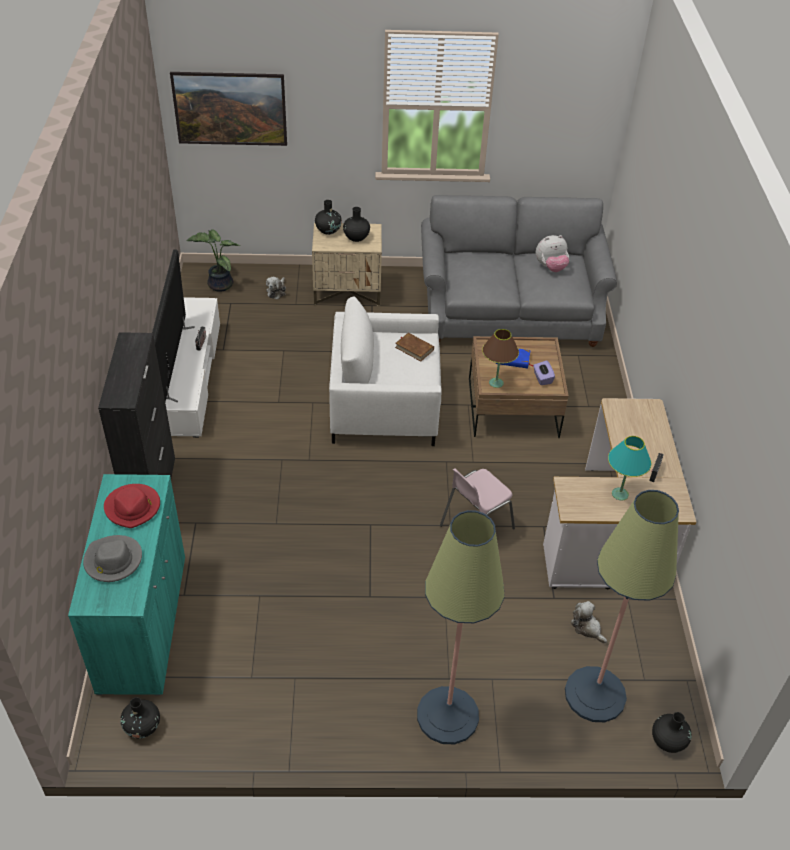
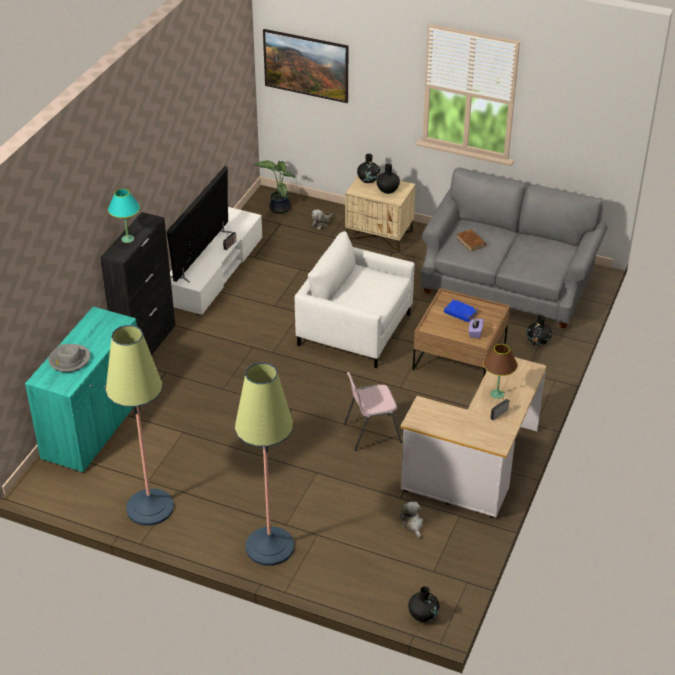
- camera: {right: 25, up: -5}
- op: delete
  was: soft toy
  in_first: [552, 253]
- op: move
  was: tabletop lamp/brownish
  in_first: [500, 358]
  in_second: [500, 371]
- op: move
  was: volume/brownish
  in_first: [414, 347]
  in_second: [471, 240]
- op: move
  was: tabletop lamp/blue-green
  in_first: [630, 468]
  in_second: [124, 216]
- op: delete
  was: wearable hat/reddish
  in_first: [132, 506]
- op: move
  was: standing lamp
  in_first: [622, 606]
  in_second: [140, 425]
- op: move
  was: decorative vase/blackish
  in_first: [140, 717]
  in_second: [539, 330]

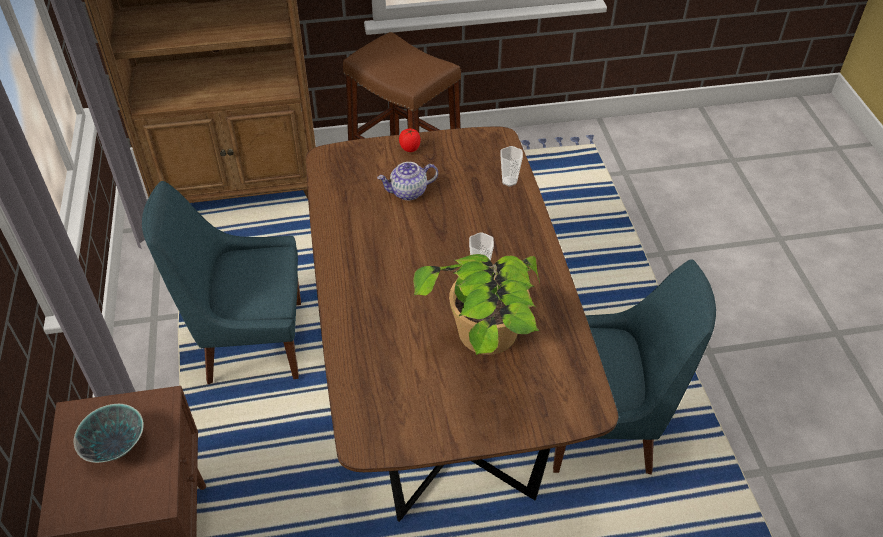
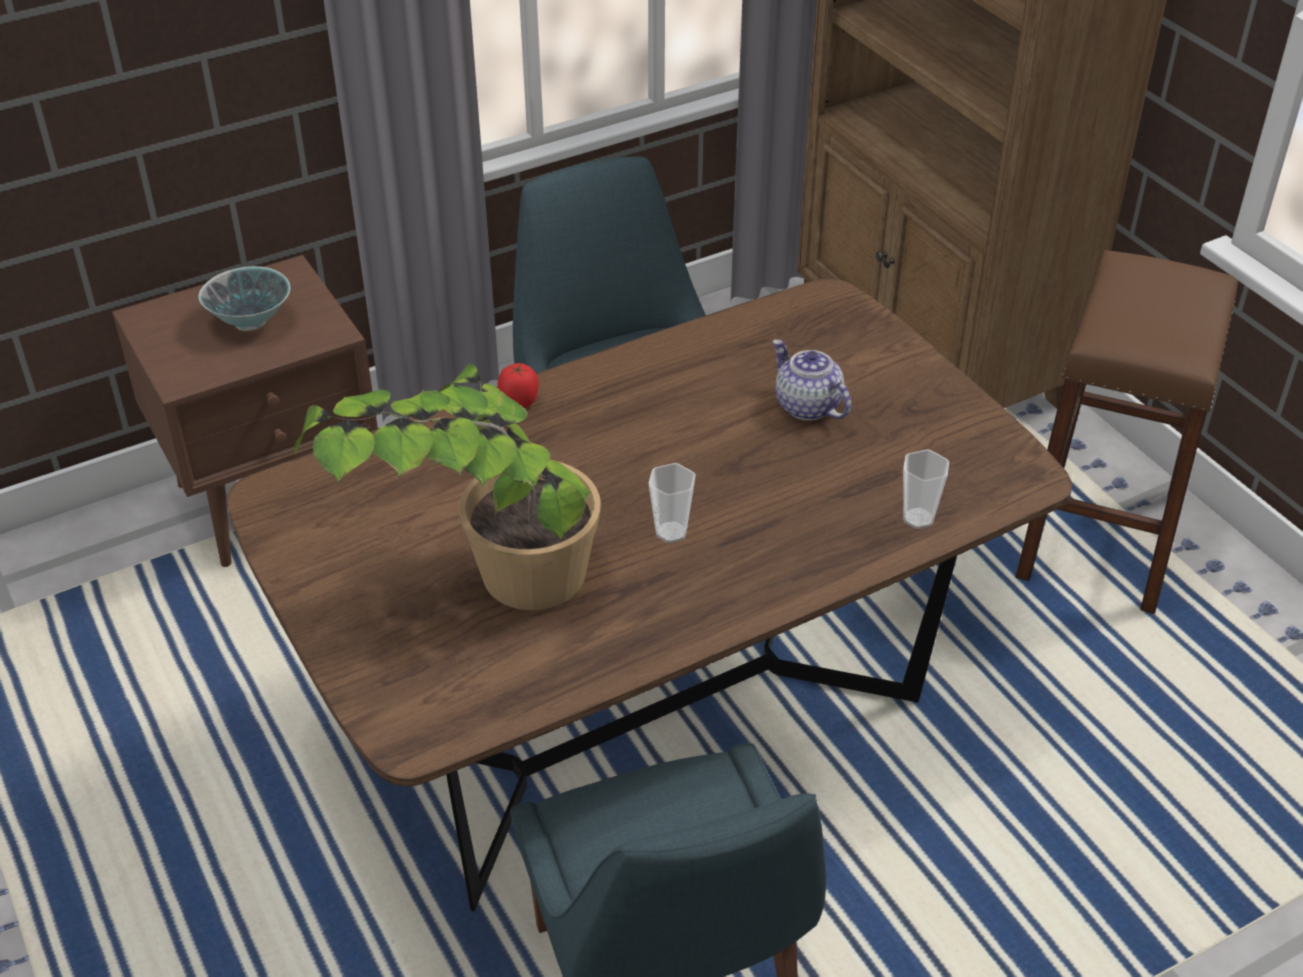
- camera: {right: 70, up: -5}
- op: move
  was: tomato
  in_first: [410, 140]
  in_second: [518, 385]

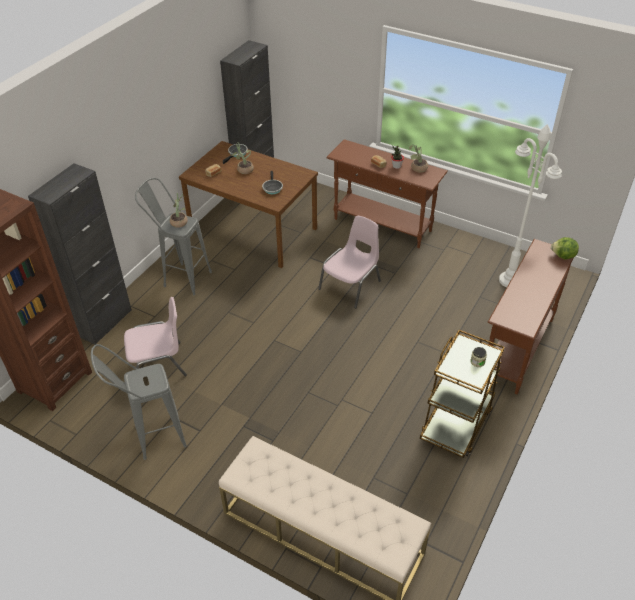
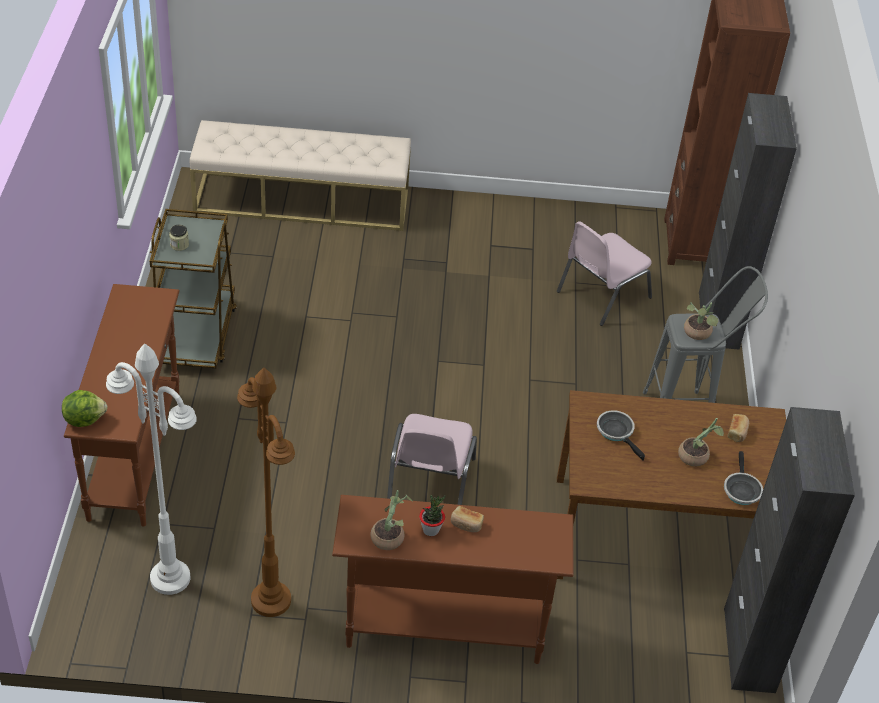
- camera: {right: 150, up: 0}
- op: delete
  was: stool seat/grey
  in_first: [139, 402]
- op: insert
  now: standing lamp/brownish
  in_second: [266, 492]

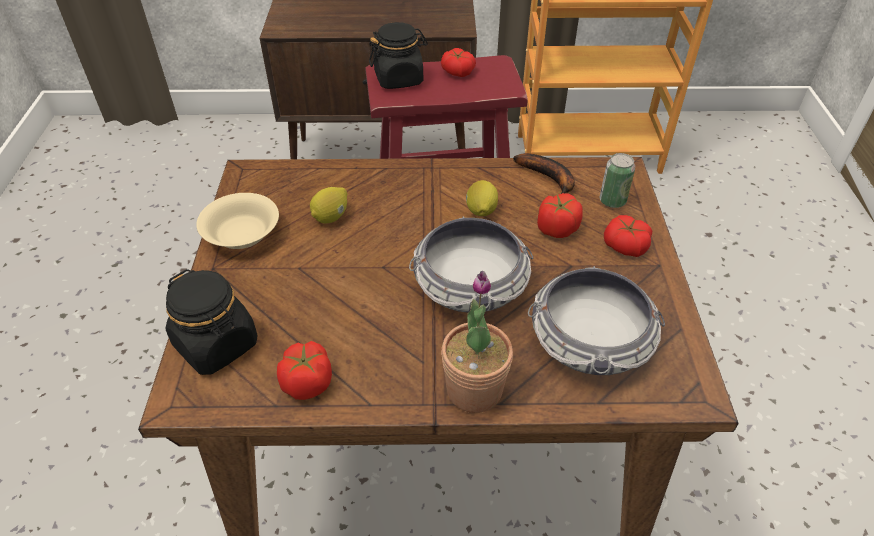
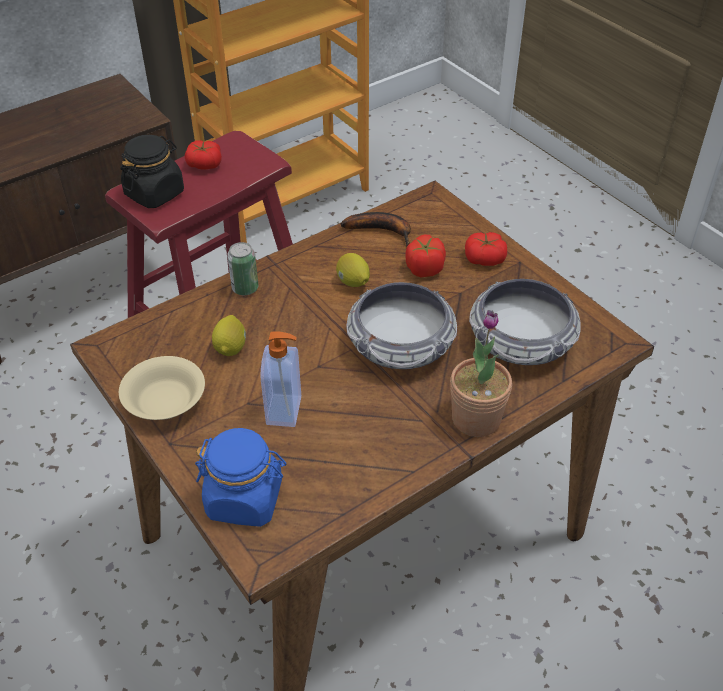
- camera: {right: -35, up: 0}
- op: move
  was: can
  in_first: [617, 180]
  in_second: [243, 268]
- op: recolor
  was: jar/blackish
  now: jar/blue
  in_first: [211, 322]
  in_second: [241, 477]
- op: delete
  was: tomato
  in_first: [304, 370]
- op: insert
  now: soap dispenser
  in_second: [281, 379]

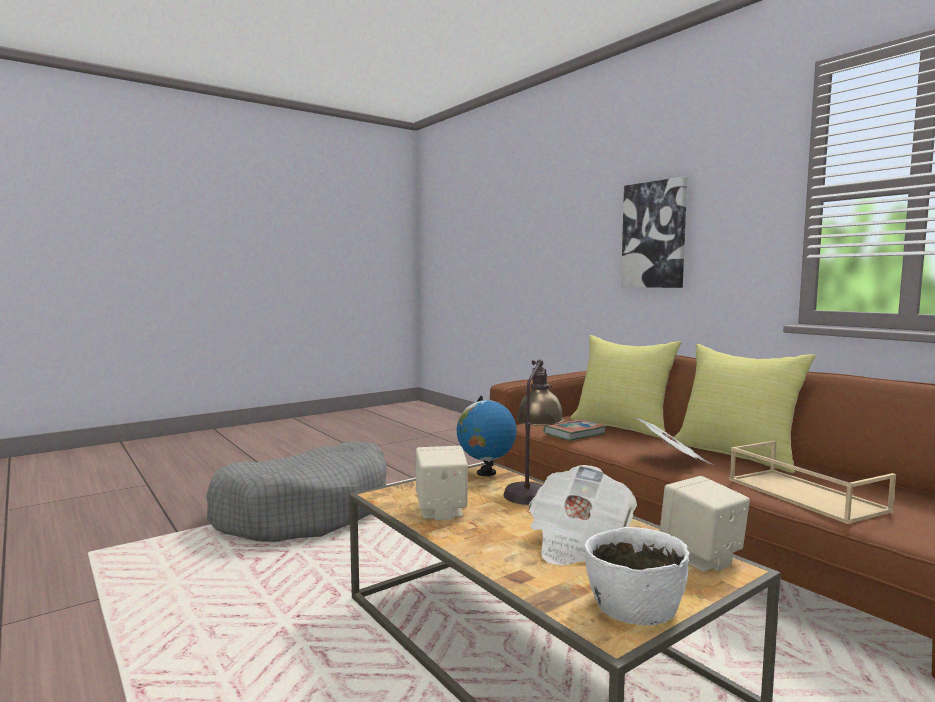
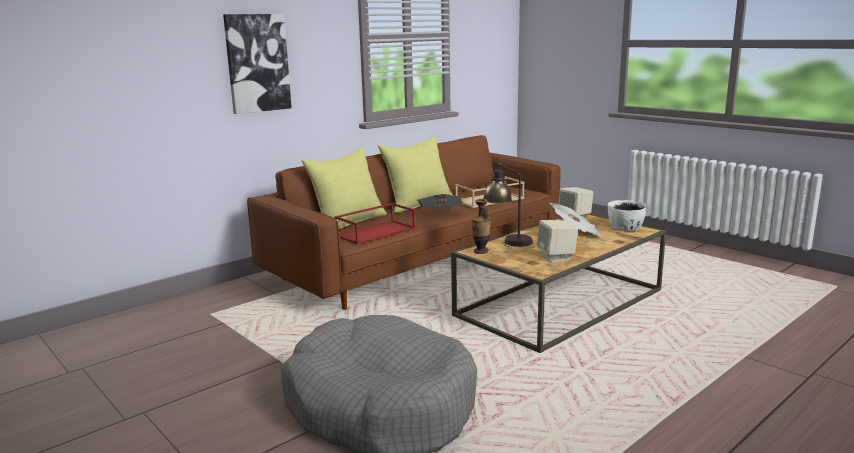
- camera: {right: -95, up: 10}
- op: replace
  was: globe
  now: decorative vase
  in_first: [487, 436]
  in_second: [481, 226]
- op: replace
  was: volume
  now: tray/reddish
  in_first: [575, 430]
  in_second: [375, 224]

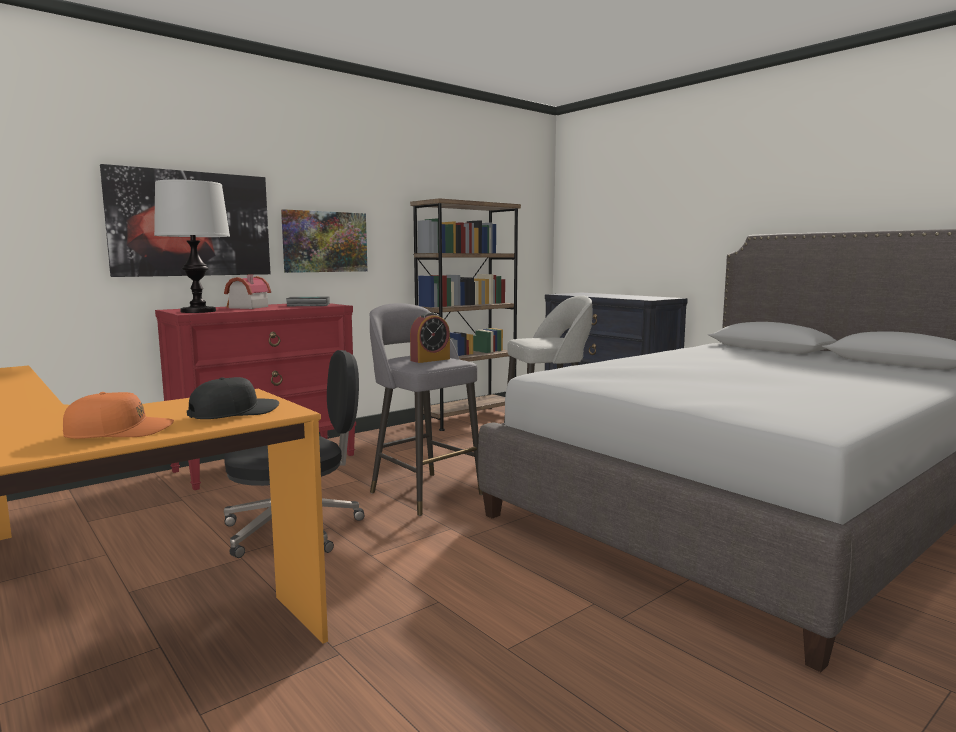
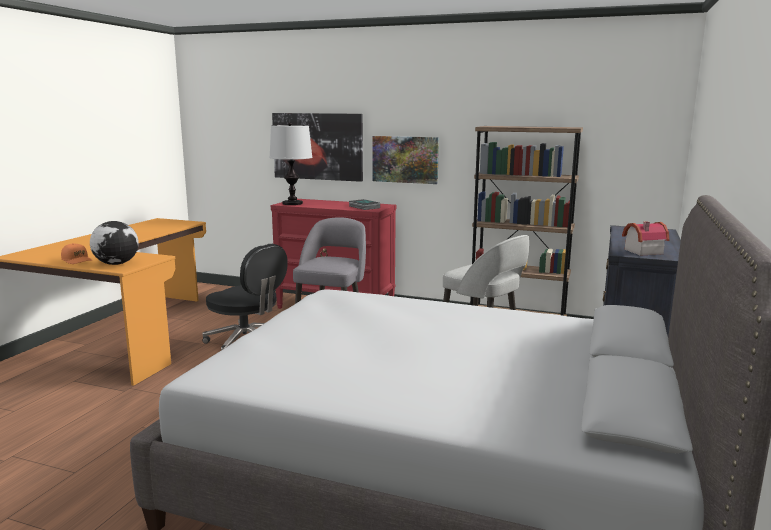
- camera: {right: 60, up: 5}
- op: move
  was: toy house
  in_first: [247, 292]
  in_second: [646, 238]
- op: delete
  was: bedside clock
  in_first: [430, 337]
- op: replace
  was: baseball cap/blackish
  now: globe
  in_first: [233, 398]
  in_second: [114, 243]

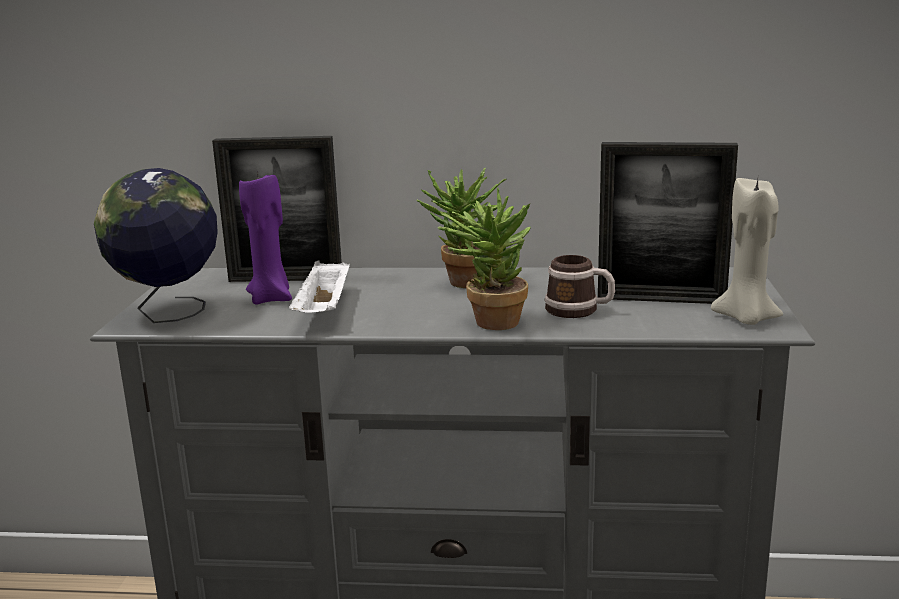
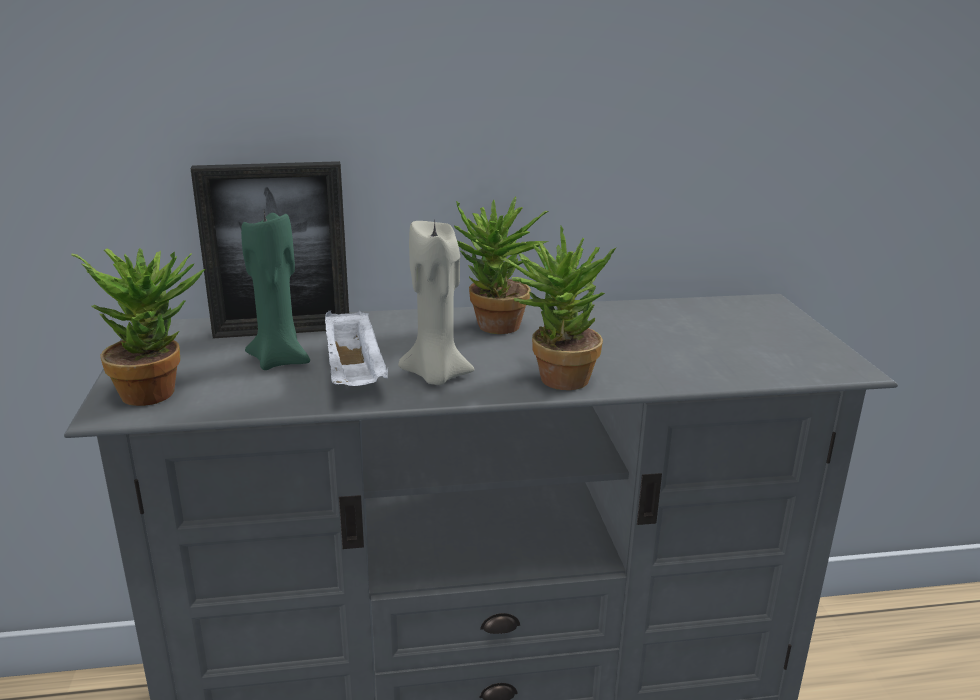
- camera: {right: -15, up: 5}
- op: delete
  was: standing frame
  in_first: [668, 223]
- op: replace
  was: globe
  now: houseplant
  in_first: [156, 245]
  in_second: [138, 327]
- op: recolor
  was: wax light/purple-coloured
  now: wax light/greenish
  in_first: [265, 238]
  in_second: [275, 290]
- op: move
  was: wax light/sand-coloured
  in_first: [747, 251]
  in_second: [436, 303]
- op: delete
  was: mug
  in_first: [579, 286]

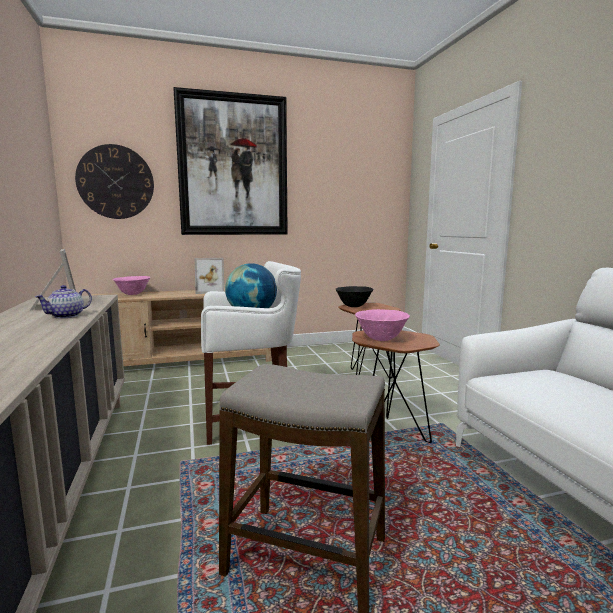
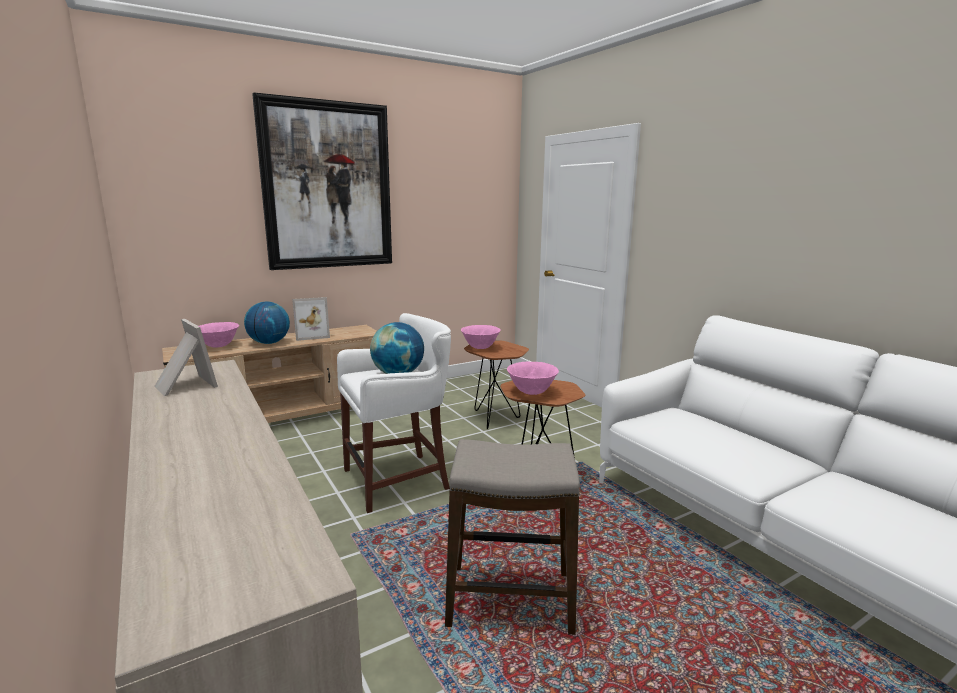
- camera: {right: -15, up: 5}
- op: delete
  was: wall clock
  in_first: [114, 181]
- op: delete
  was: tea pot
  in_first: [63, 302]
- op: recolor
  was: deep dish/blackish
  now: deep dish/pinkish
  in_first: [355, 296]
  in_second: [481, 337]
- op: insert
  now: globe
  in_second: [267, 323]

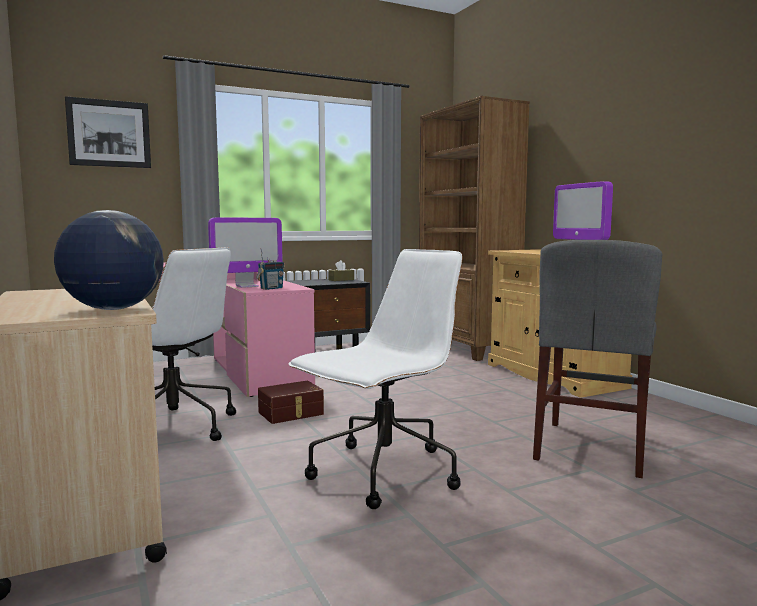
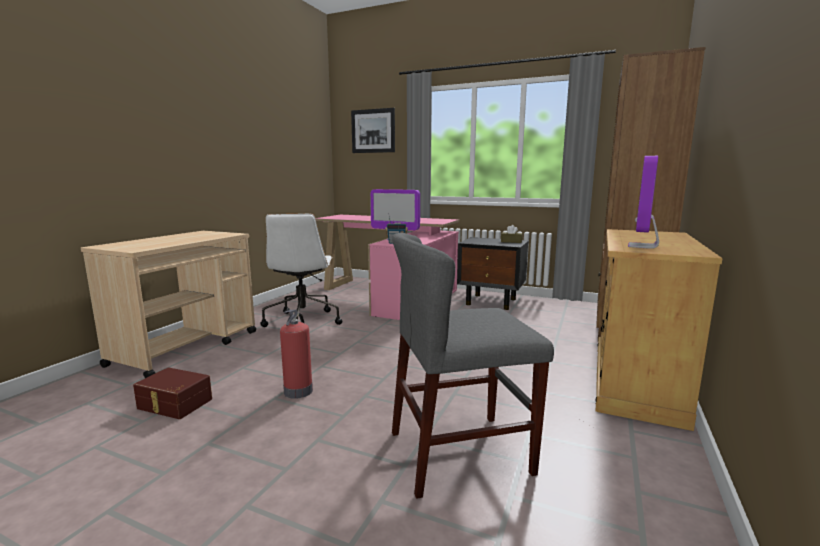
- camera: {right: 50, up: 5}
- op: delete
  was: globe
  in_first: [109, 260]
- op: replace
  was: desk chair/white
  now: extinguisher
  in_first: [375, 379]
  in_second: [296, 354]
- op: move
  was: storage bin/brownish
  in_first: [291, 402]
  in_second: [172, 393]

